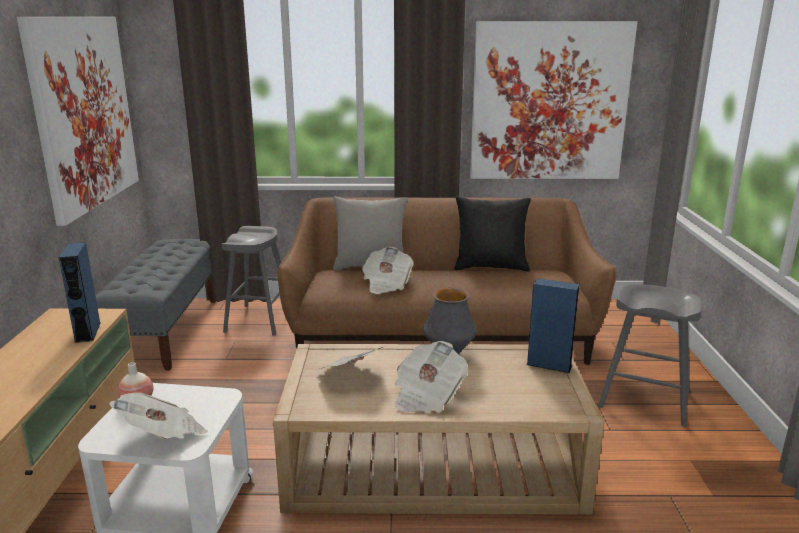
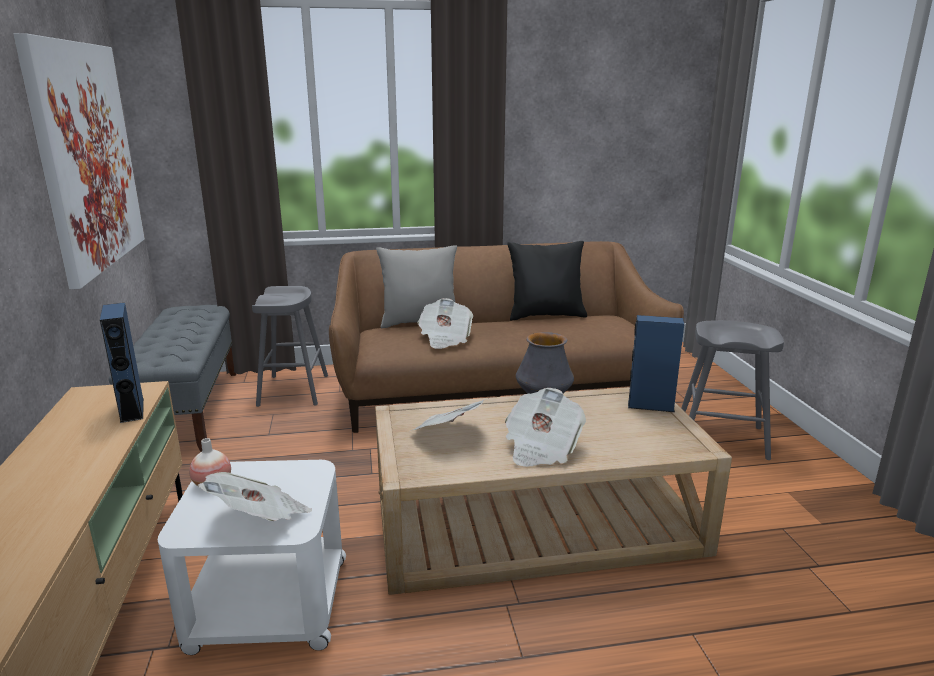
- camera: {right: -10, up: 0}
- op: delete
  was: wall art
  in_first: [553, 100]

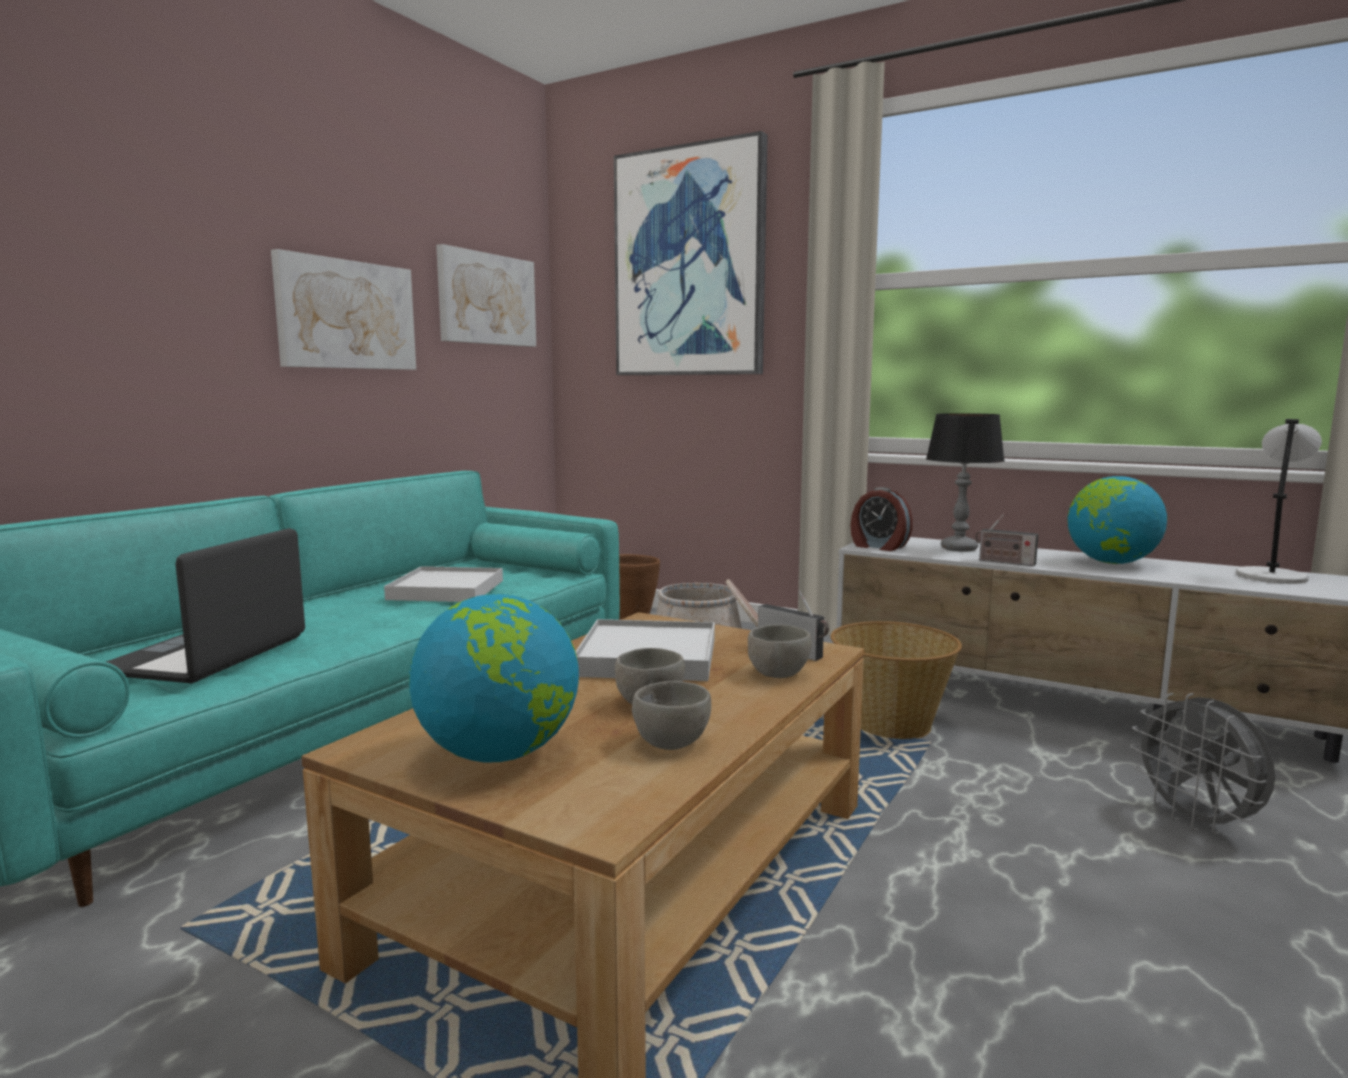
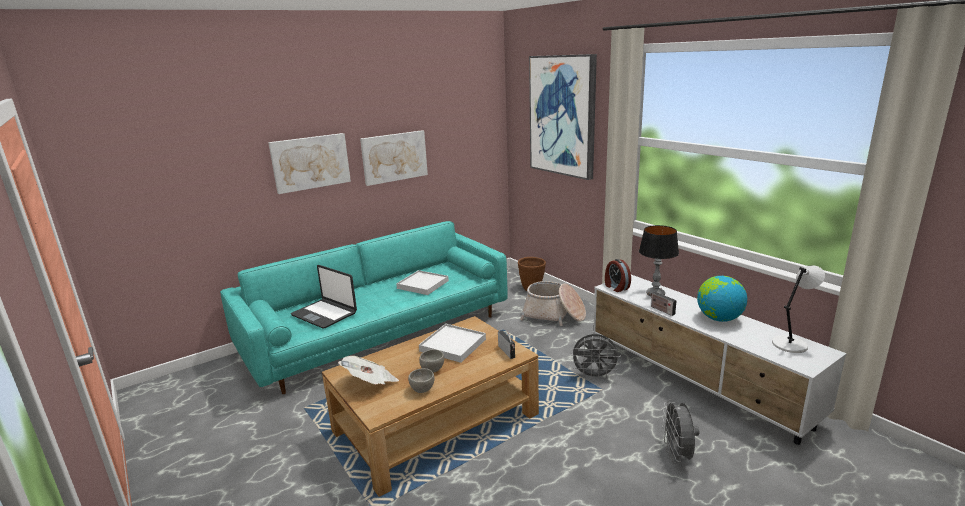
- camera: {right: 25, up: 10}
- op: move
  was: wall art
  in_first: [486, 295]
  in_second: [309, 163]
- op: rotate
  was: portable computer
  in_first: [205, 605]
  in_second: [324, 296]
  clockwise: -90
- op: replace
  was: globe
  now: newspaper
  in_first: [494, 678]
  in_second: [368, 370]
- op: replace
  was: basket
  now: cooling fan/grey
  in_first: [896, 680]
  in_second: [595, 357]
- op: delete
  was: deep dish/grey
  in_first: [780, 651]

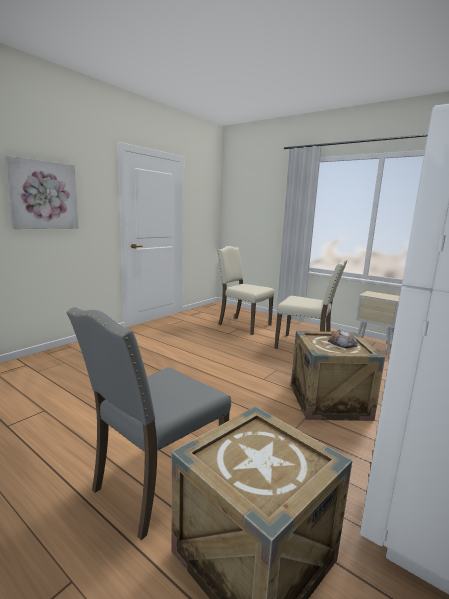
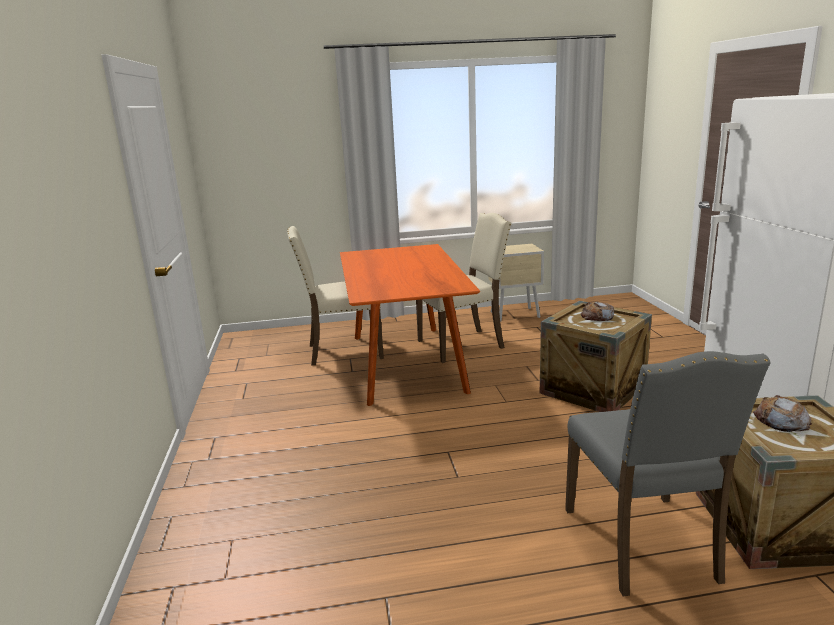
- camera: {right: -45, up: 5}
- op: delete
  was: wall art
  in_first: [41, 192]
- op: insert
  now: dinner table/orange
  in_second: [410, 325]
- op: insert
  now: bakery bread
  in_second: [782, 413]

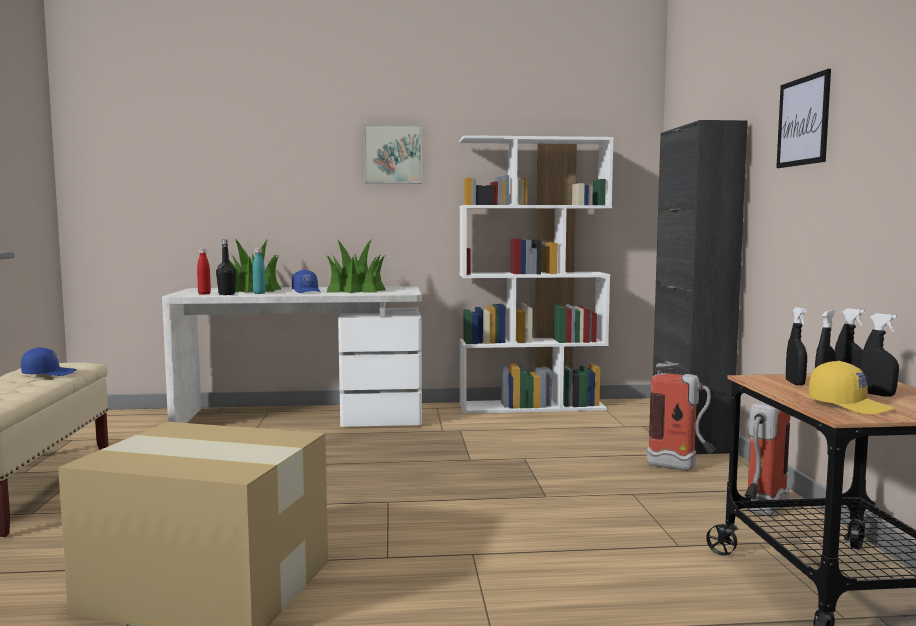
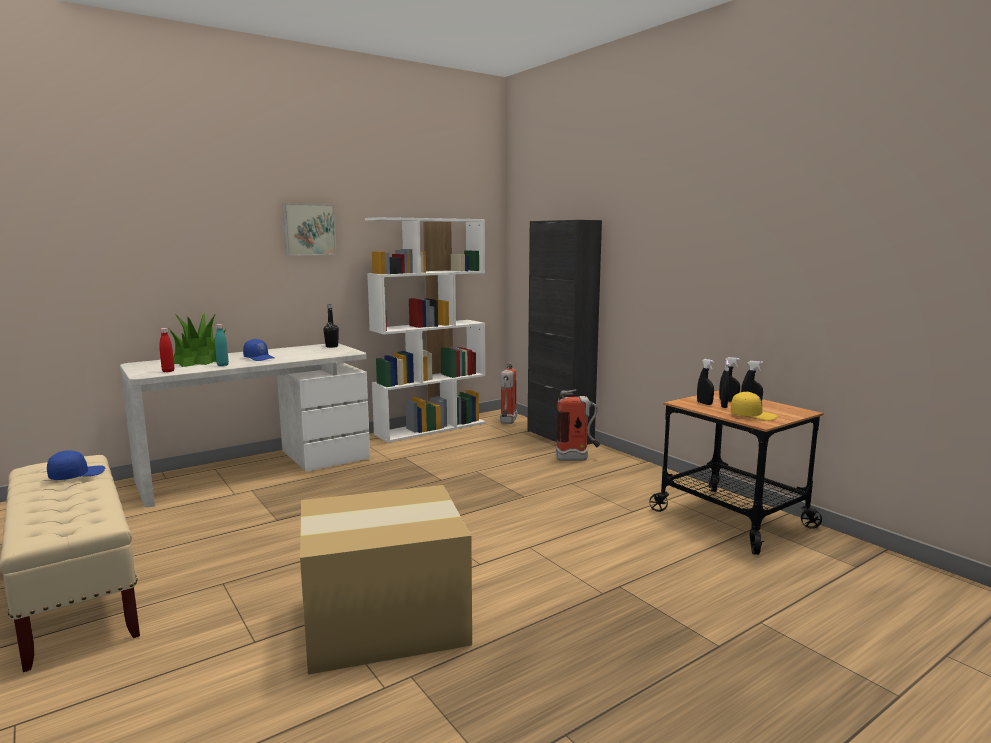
- camera: {right: -30, up: 5}
- op: delete
  was: wall art
  in_first: [803, 118]
- op: move
  was: bottle/blackish
  in_first: [226, 267]
  in_second: [331, 326]
- op: delete
  was: houseplant
  in_first: [356, 266]
- op: move
  was: extinguisher
  in_first: [768, 458]
  in_second: [508, 393]

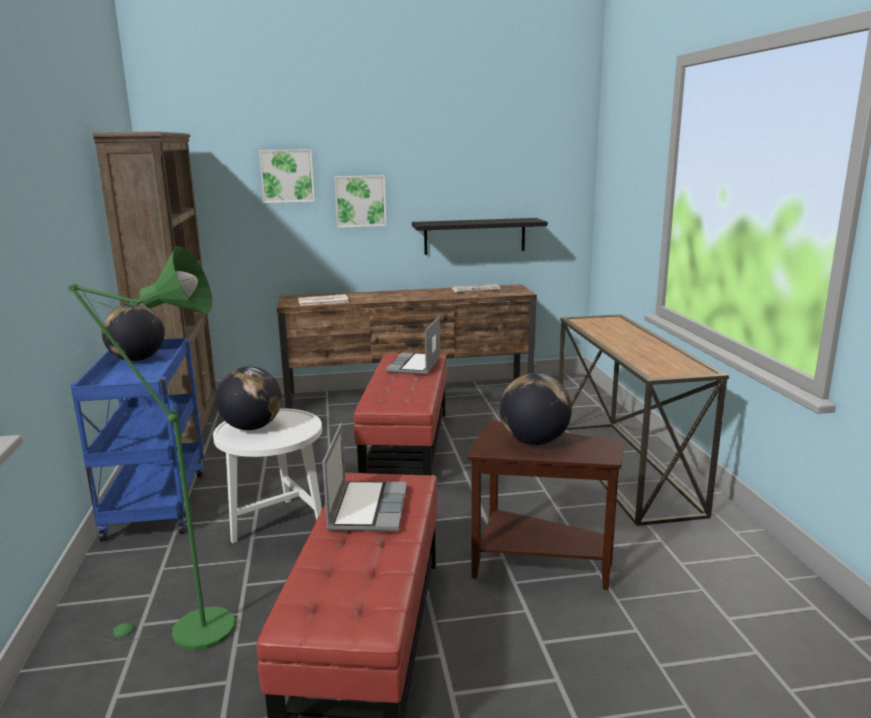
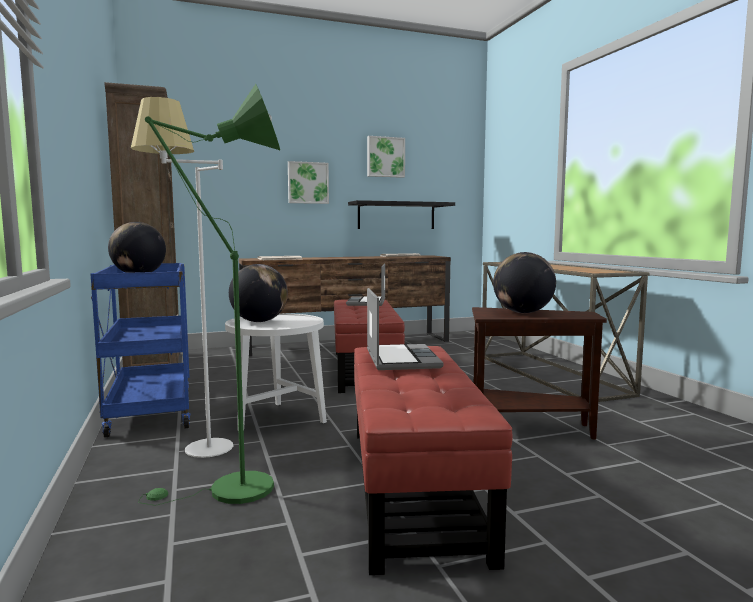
- camera: {right: -10, up: -10}
- op: move
  was: wall art
  in_first: [287, 176]
  in_second: [386, 157]
- op: insert
  now: standing lamp/white
  in_second: [182, 277]

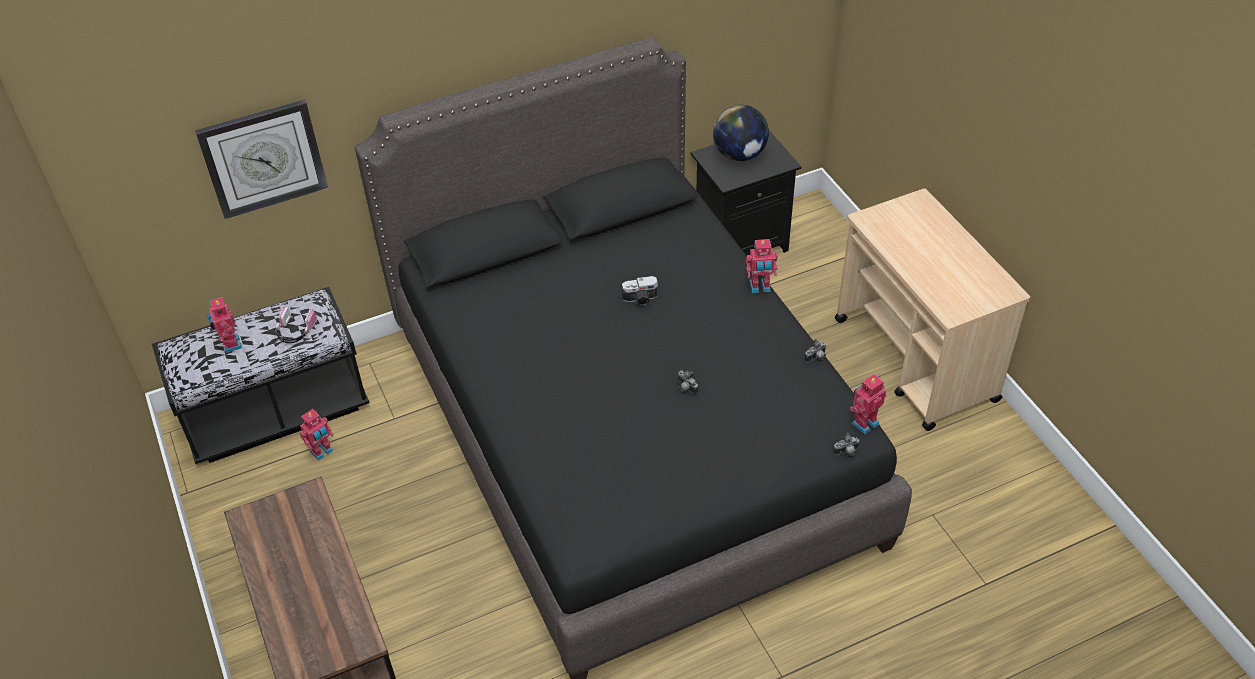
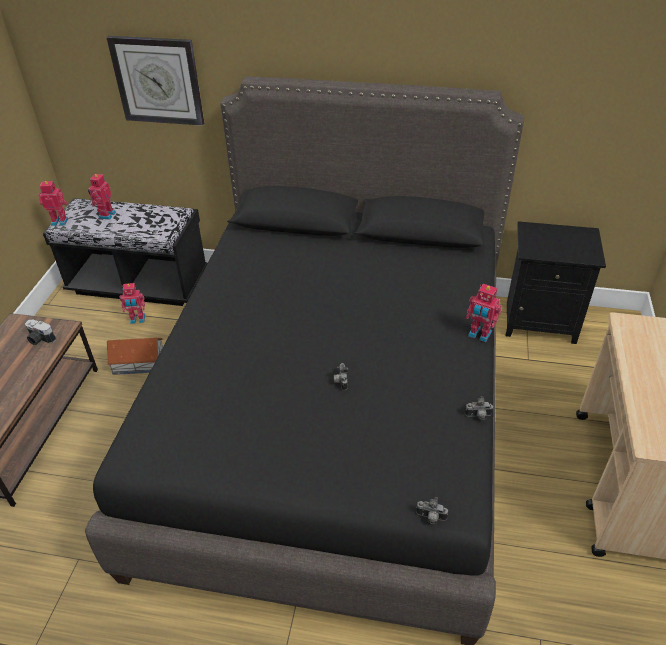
- camera: {right: 35, up: -5}
- op: delete
  was: globe
  in_first: [741, 133]
- op: move
  was: photo camera
  in_first: [640, 291]
  in_second: [40, 332]
- op: delete
  was: headset
  in_first: [296, 325]
- op: move
  was: robot figure
  in_first: [867, 404]
  in_second: [53, 203]
- op: insert
  now: toy house
  in_second: [135, 356]

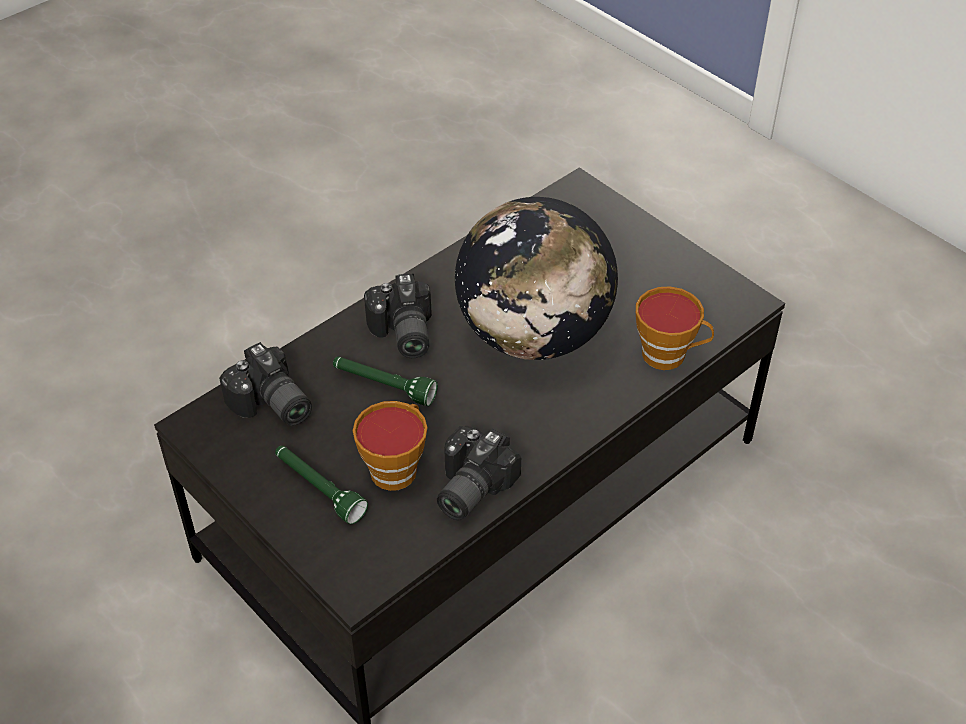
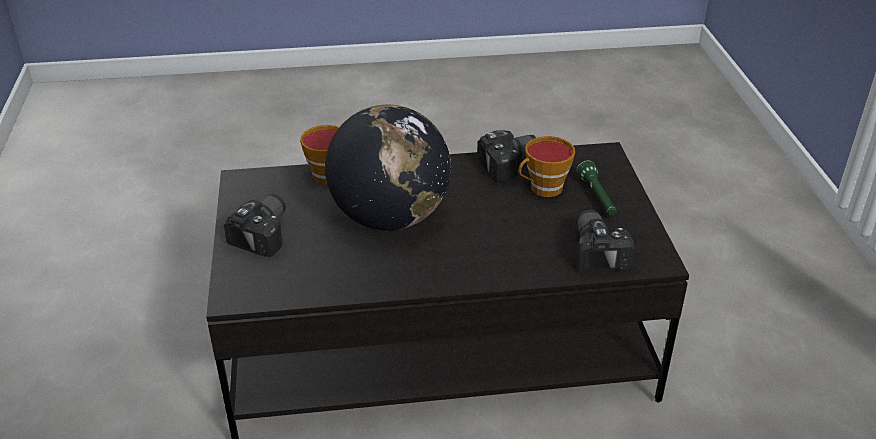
- camera: {right: -145, up: -10}
- op: move
  was: photo camera
  in_first: [398, 316]
  in_second: [255, 225]
- op: delete
  was: torch/greenish
  in_first: [385, 381]

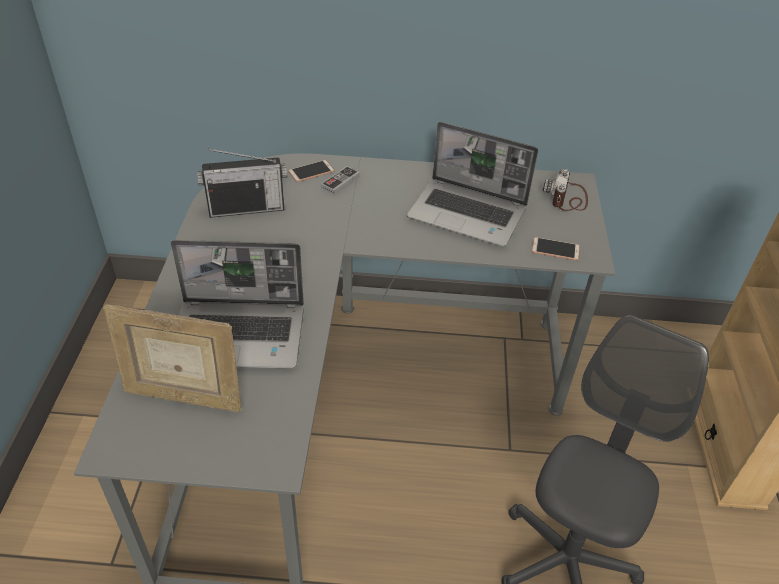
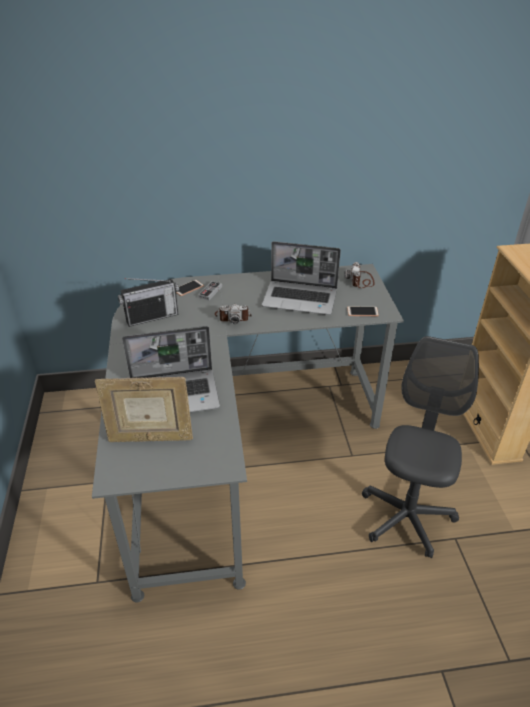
- camera: {right: -10, up: -5}
- op: insert
  now: photo camera
  in_second: [233, 314]

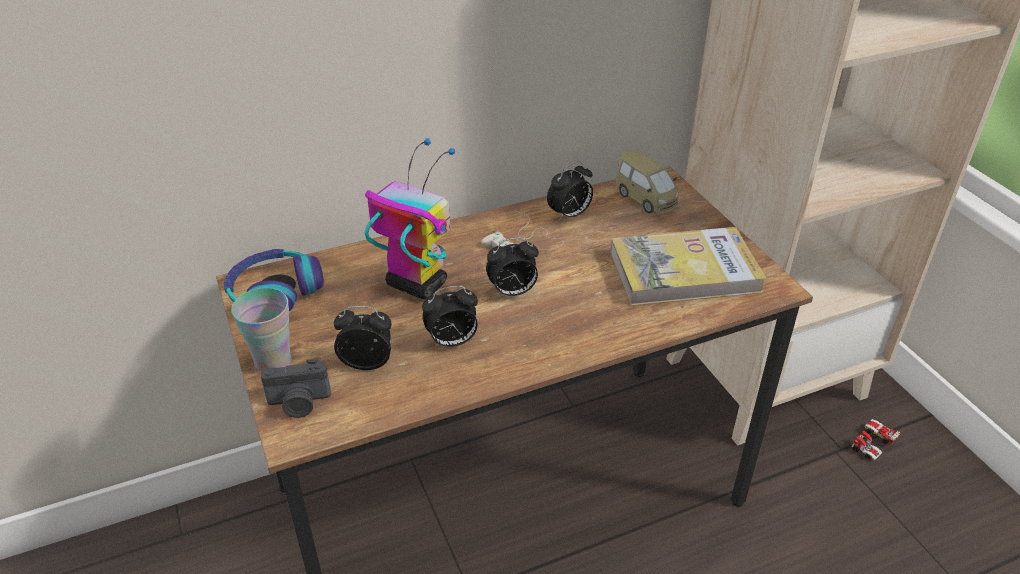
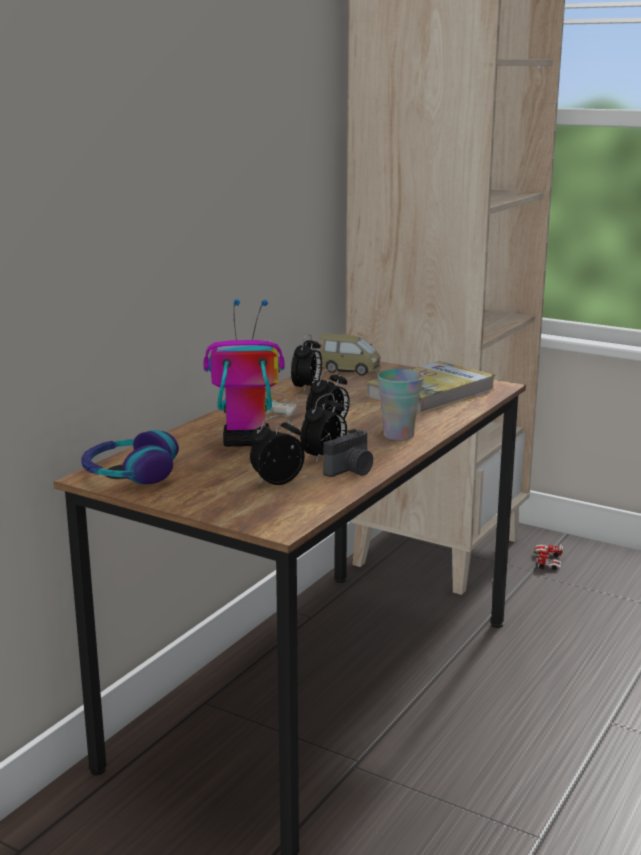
- camera: {right: -35, up: -20}
- op: move
  was: drinking cup
  in_first: [261, 330]
  in_second: [400, 404]
- op: move
  was: photo camera
  in_first: [296, 388]
  in_second: [348, 453]

